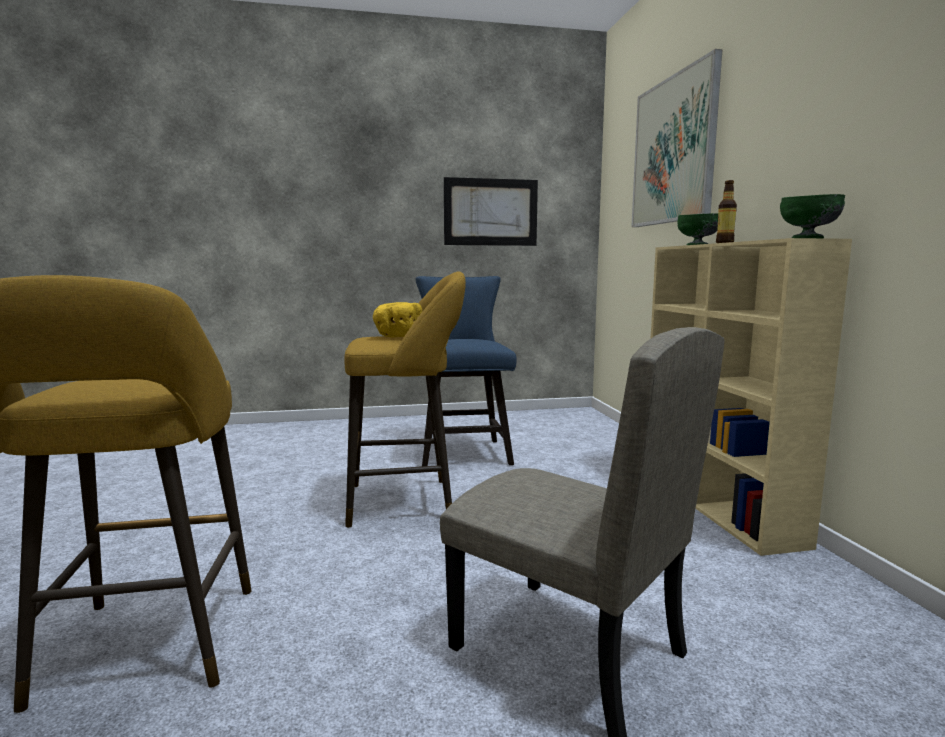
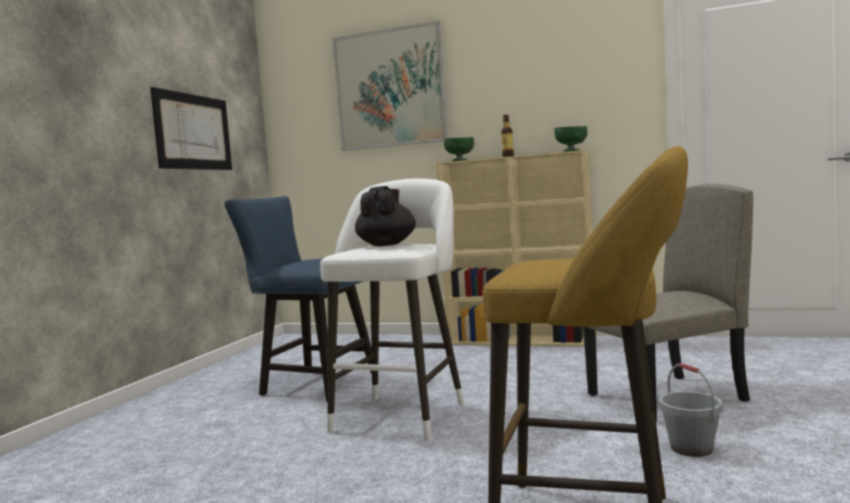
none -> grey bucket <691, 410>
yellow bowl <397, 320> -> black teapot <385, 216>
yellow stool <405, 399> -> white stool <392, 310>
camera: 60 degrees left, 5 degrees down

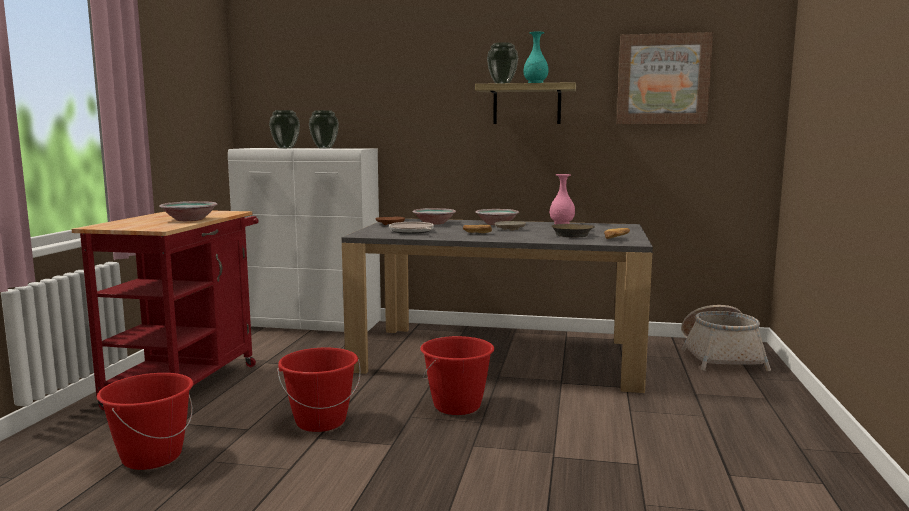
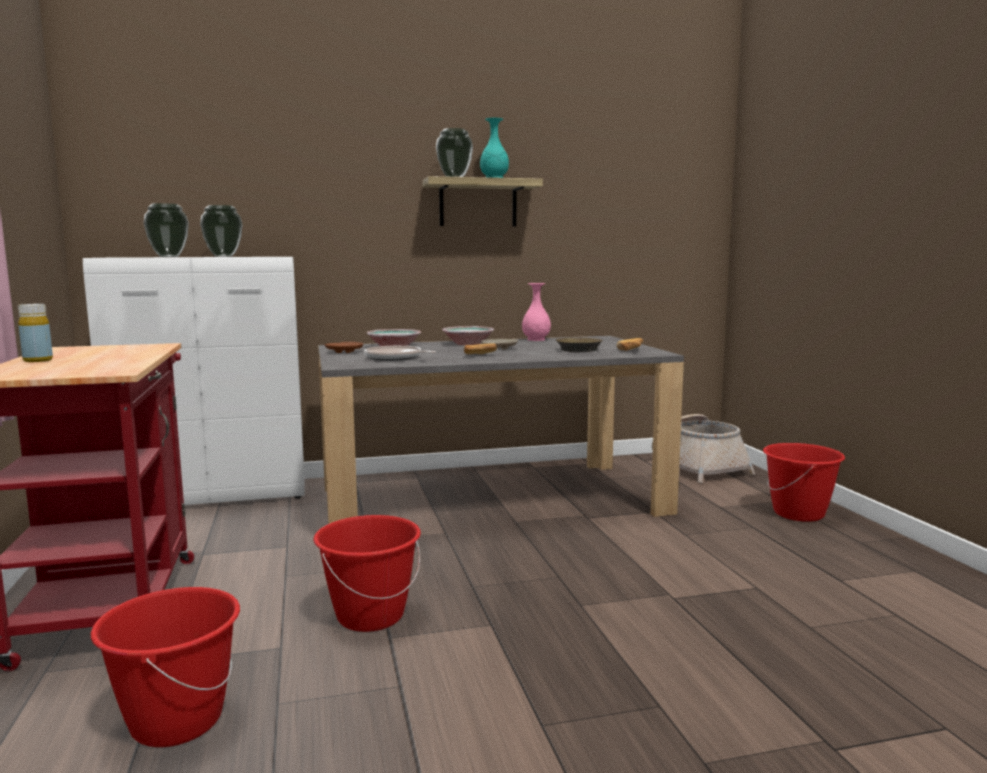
bowl <188, 211> -> none
picture <665, 78> -> none
none -> yellow bottle <35, 333>
red bucket <457, 375> -> red bucket <804, 482>, moved
camera: 25 degrees left, 0 degrees up

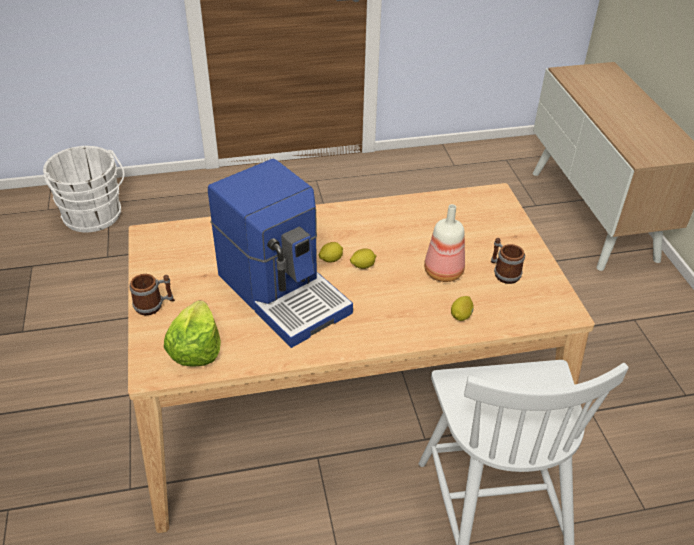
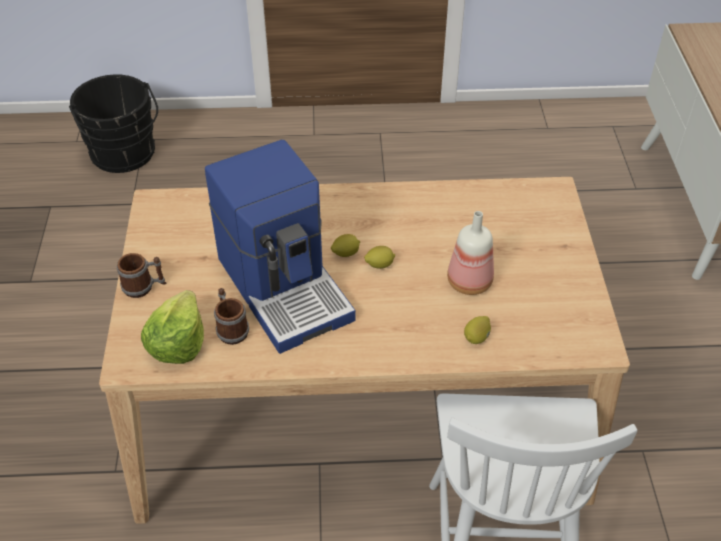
mug <508, 261> -> mug <231, 316>, moved
white bucket <84, 189> -> black bucket <113, 123>
camera: 10 degrees right, 5 degrees up

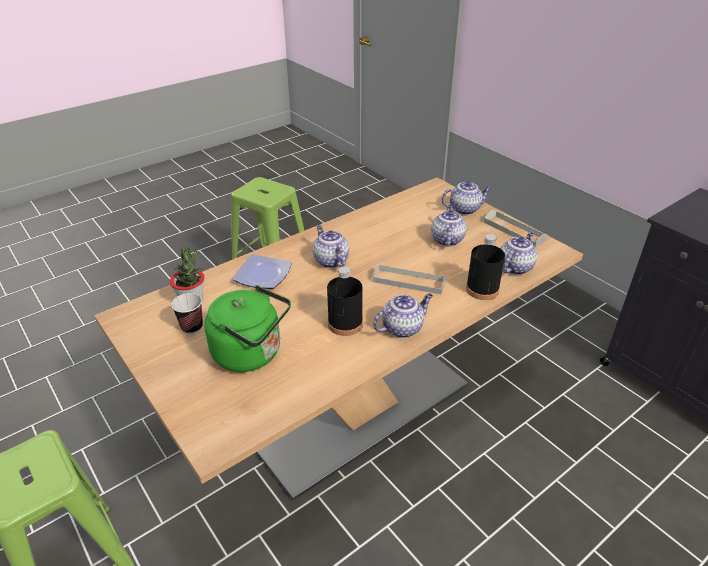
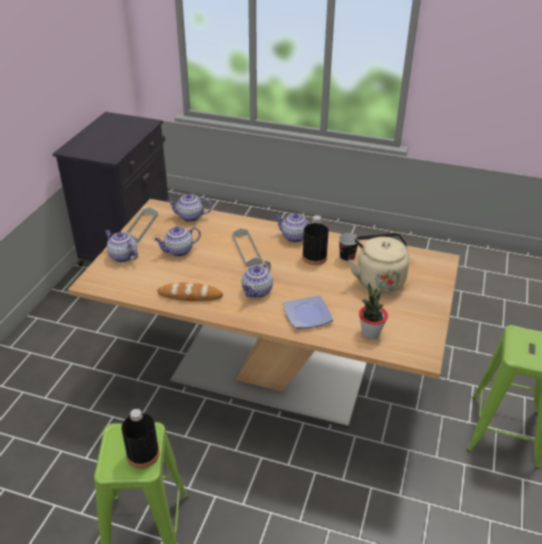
none -> bread <190, 292>
cup <187, 313> -> cup <348, 247>, moved
black bottle <485, 267> -> black bottle <140, 438>, moved
green kettle <247, 328> -> beige kettle <379, 263>
camera: 125 degrees left, 0 degrees up

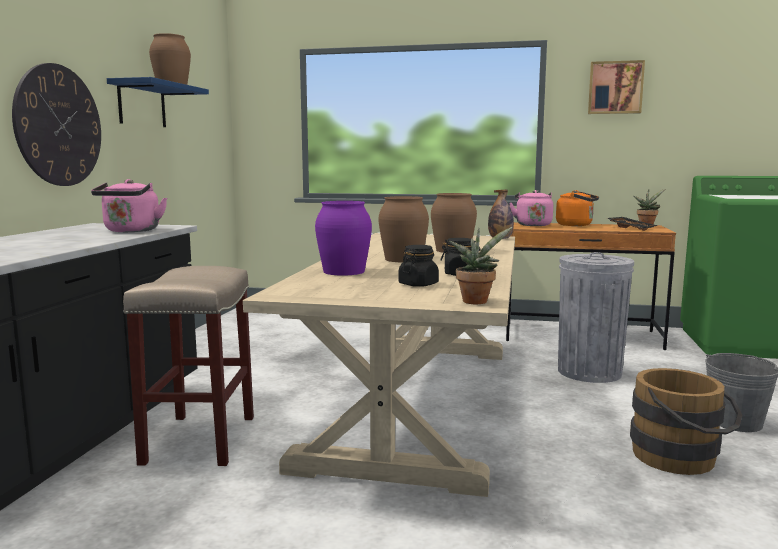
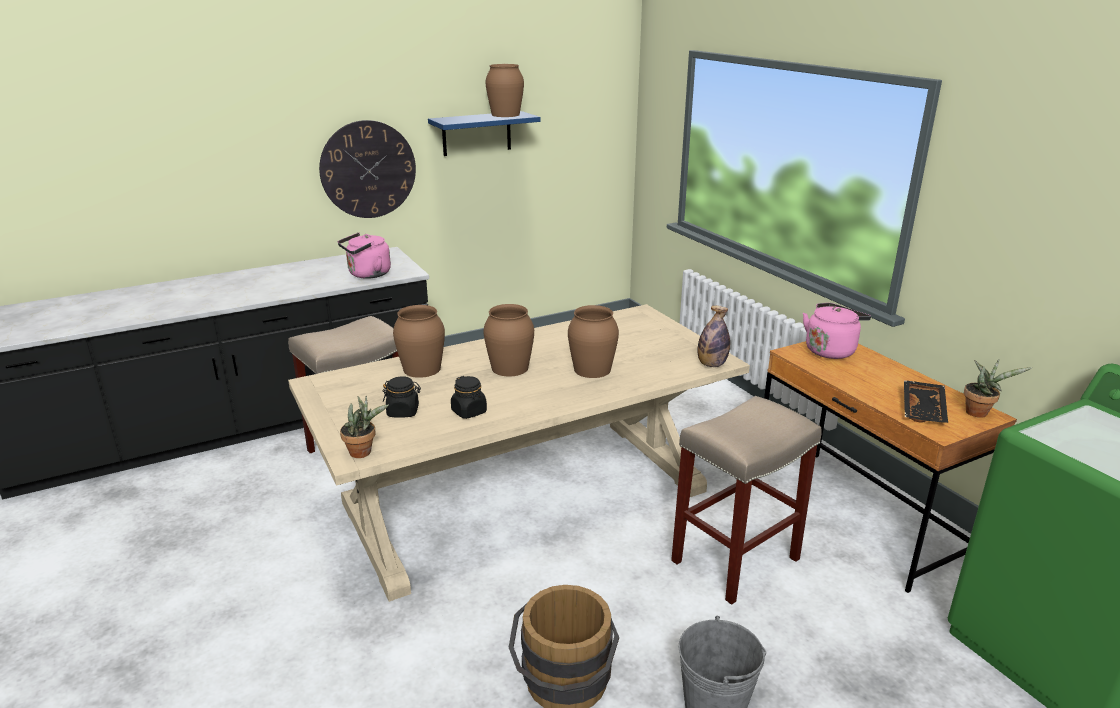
orange kettle <577, 208> -> none
picture <616, 87> -> none
grey trash can <596, 317> -> beige stool <746, 500>
purple vase <343, 238> -> brown vase <419, 341>
camera: 50 degrees right, 15 degrees up

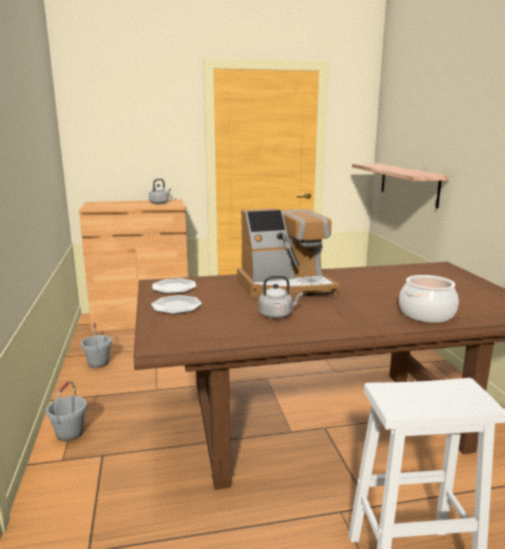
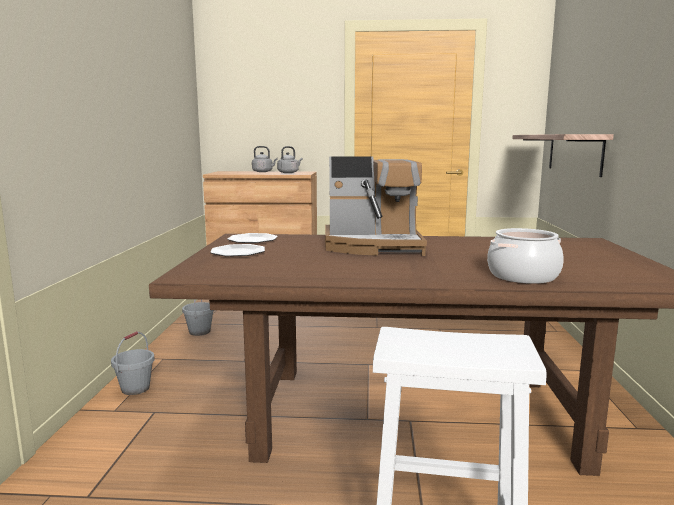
grey kettle <281, 296> -> grey kettle <265, 159>, moved
camera: 15 degrees right, 5 degrees down

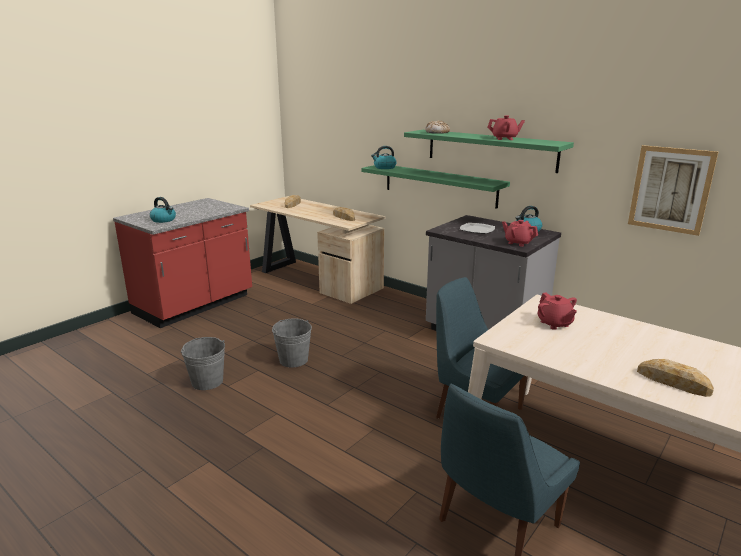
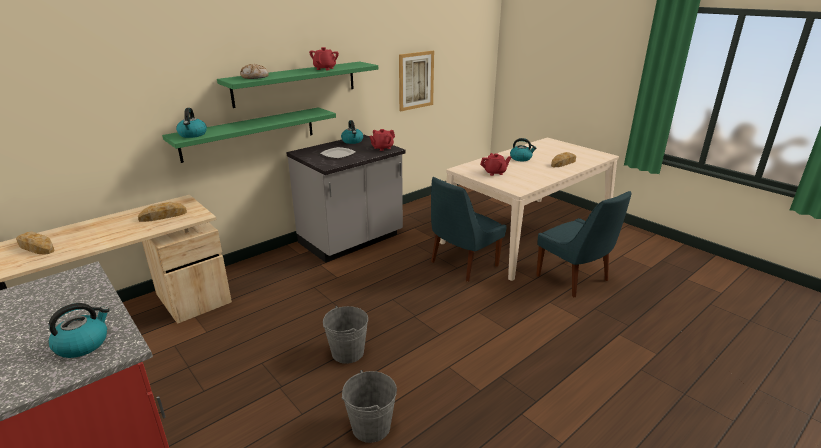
none -> kettle <523, 149>
camera: 80 degrees left, 5 degrees up

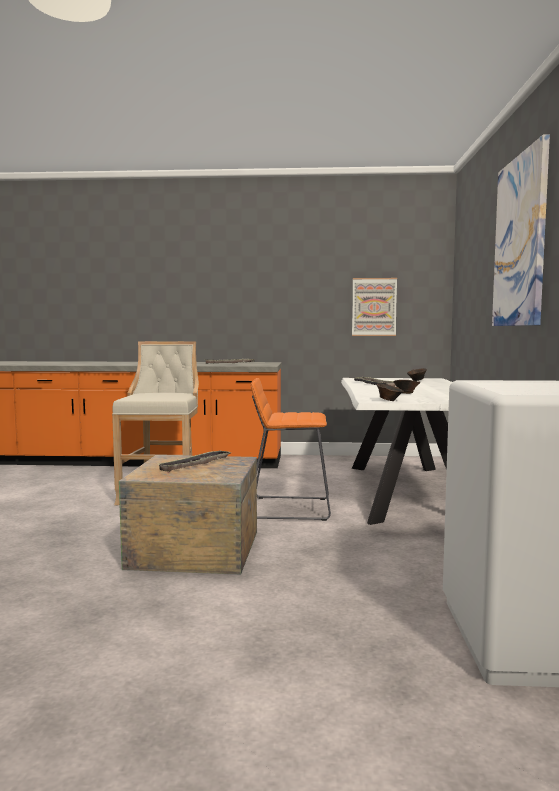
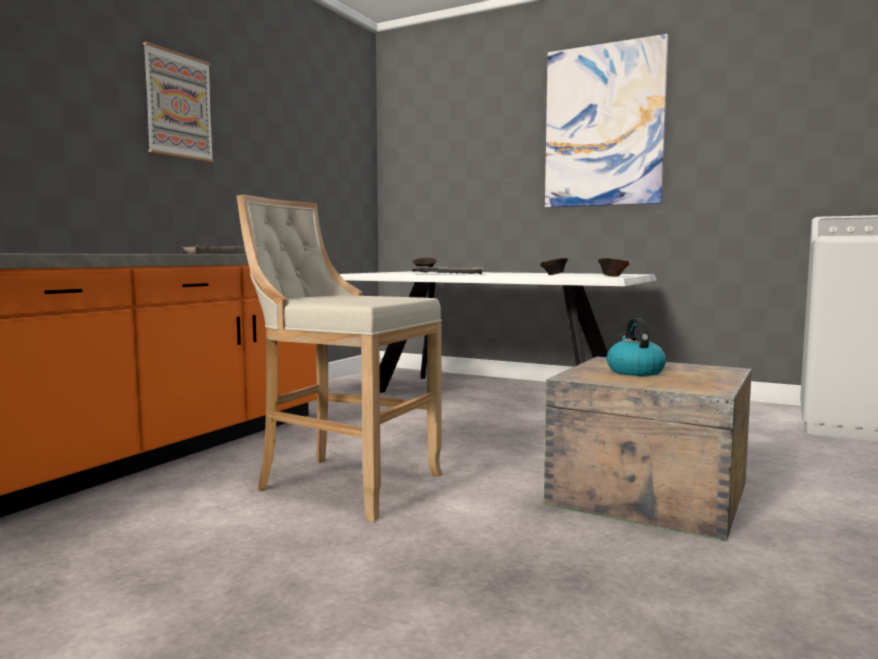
orange stool <291, 449> -> none
picture <374, 307> -> picture <178, 102>, moved
tray <195, 461> -> kettle <636, 347>
camera: 65 degrees left, 0 degrees up

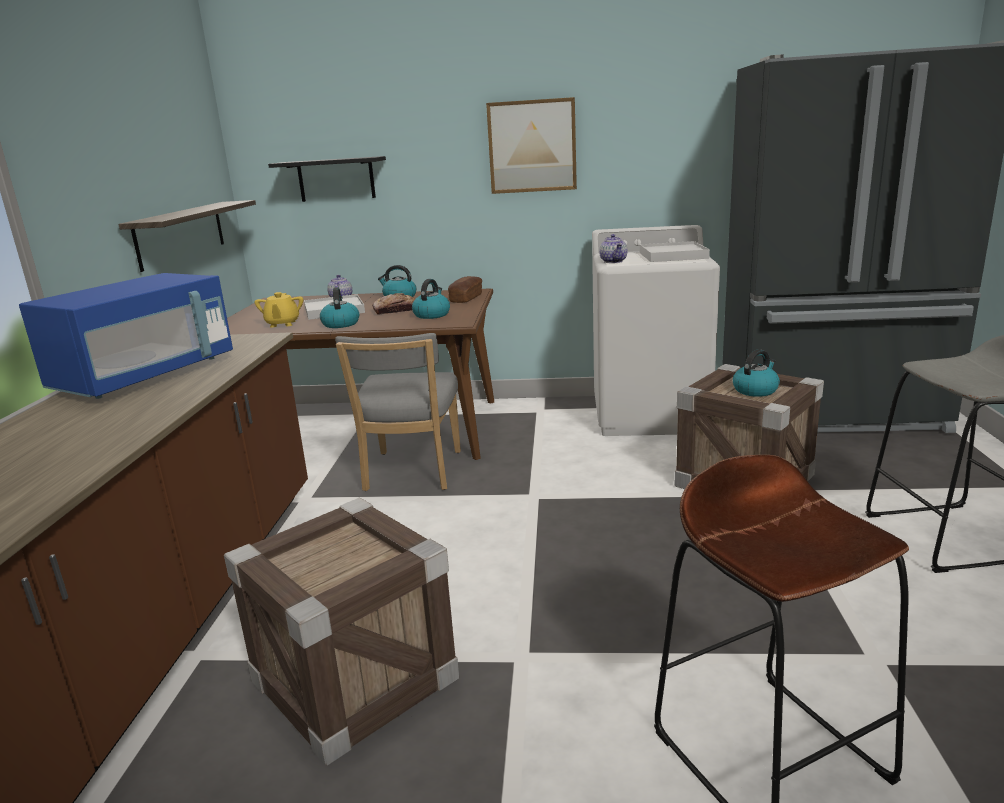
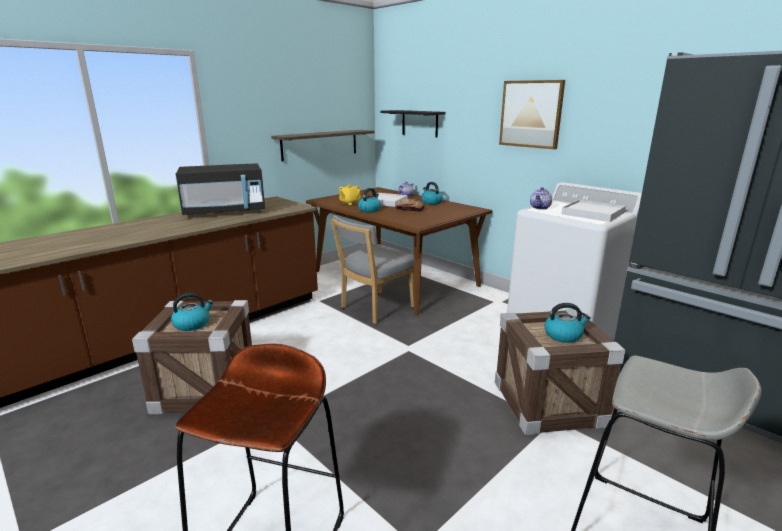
bread <465, 289> -> none
kettle <431, 299> -> kettle <192, 312>, moved
blue microwave <126, 336> -> black microwave <220, 190>
camera: 40 degrees right, 0 degrees up

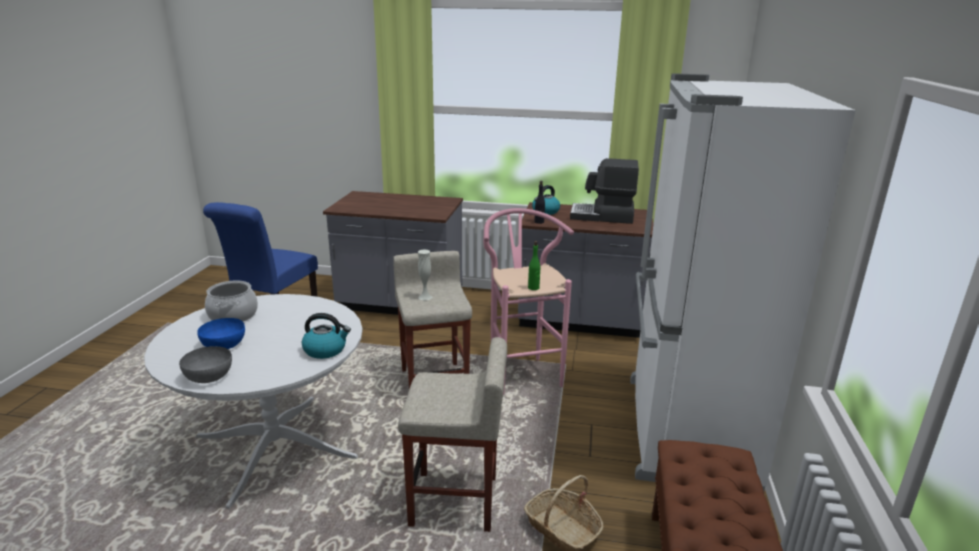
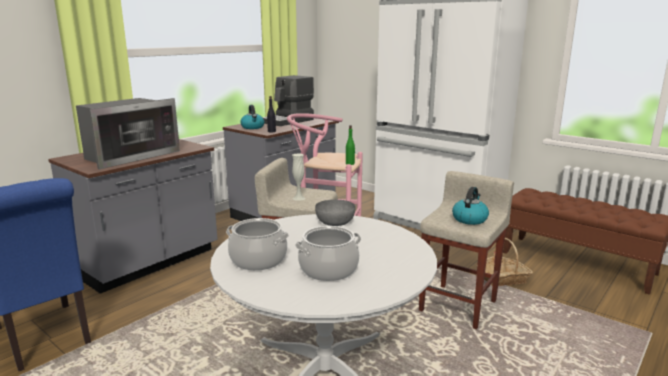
none -> microwave <128, 133>
grey bowl <205, 364> -> grey bowl <335, 213>, moved
kettle <326, 336> -> kettle <470, 206>, moved
blue bowl <221, 333> -> cooking pot <328, 253>
camera: 60 degrees left, 5 degrees down

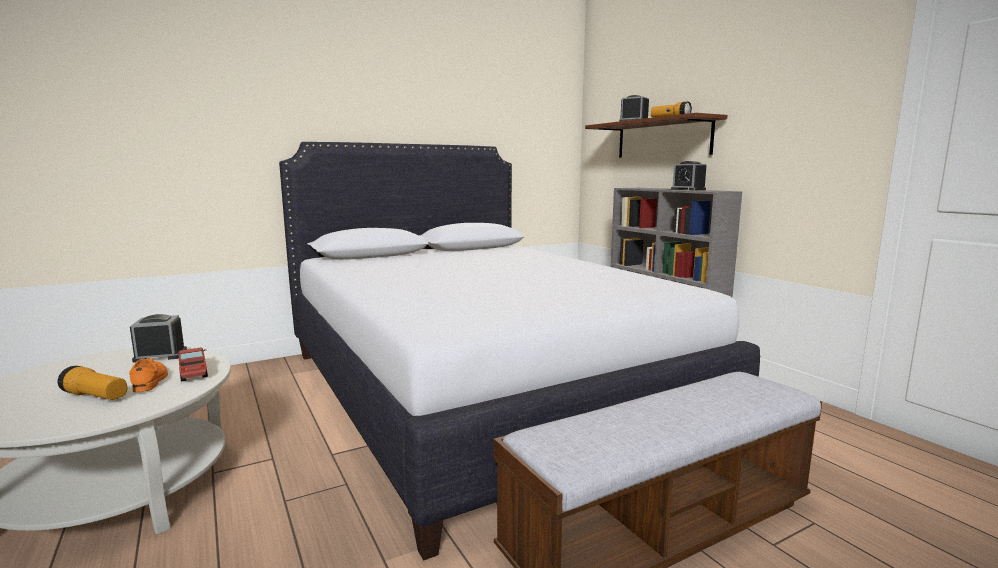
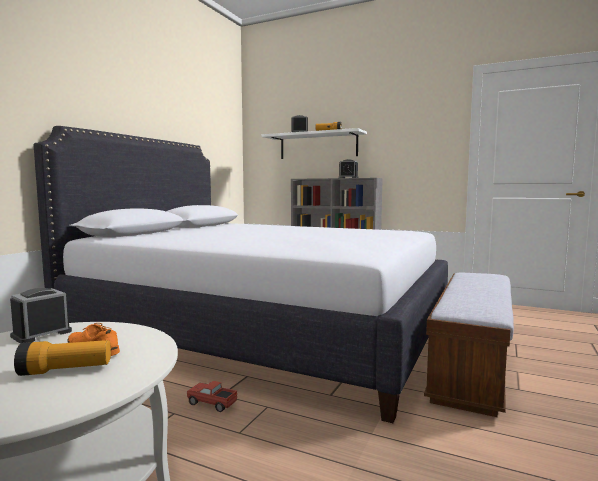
toy truck <191, 364> -> toy truck <212, 396>, moved
brown shelf <656, 135> -> white shelf <314, 143>
camera: 35 degrees left, 5 degrees down

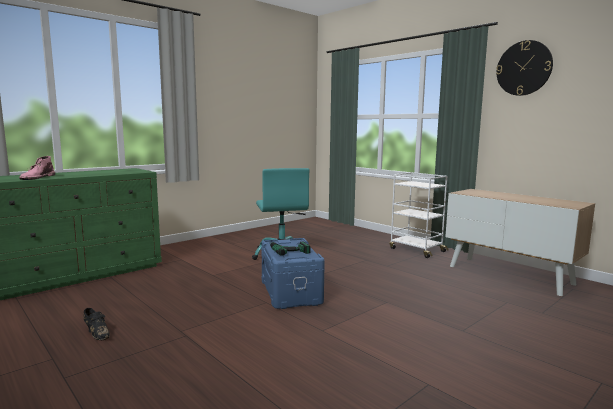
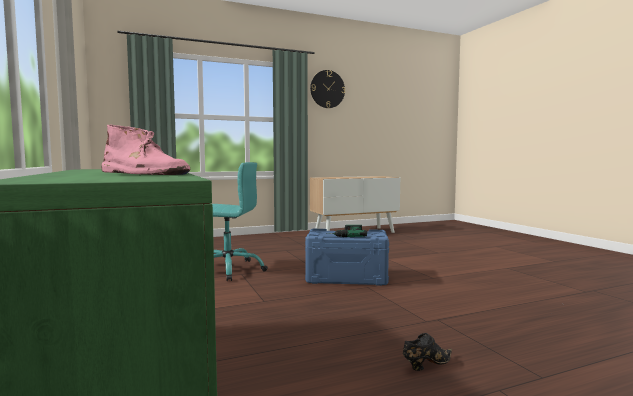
white cart <419, 215> -> none
camera: 70 degrees left, 5 degrees down

